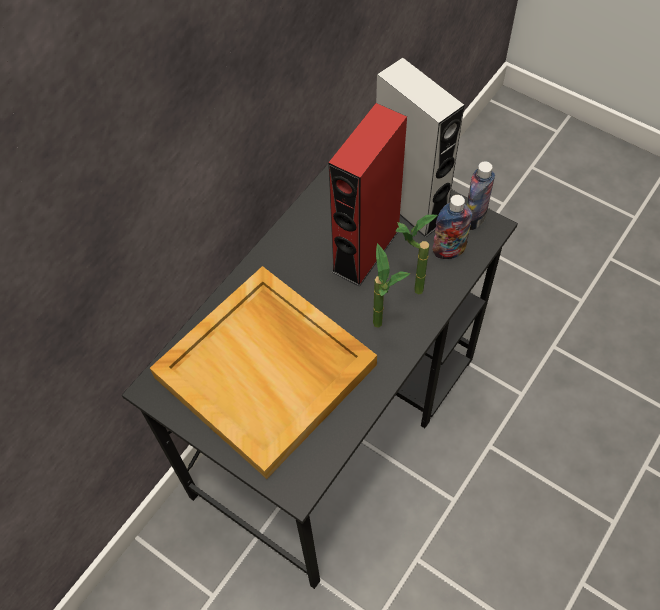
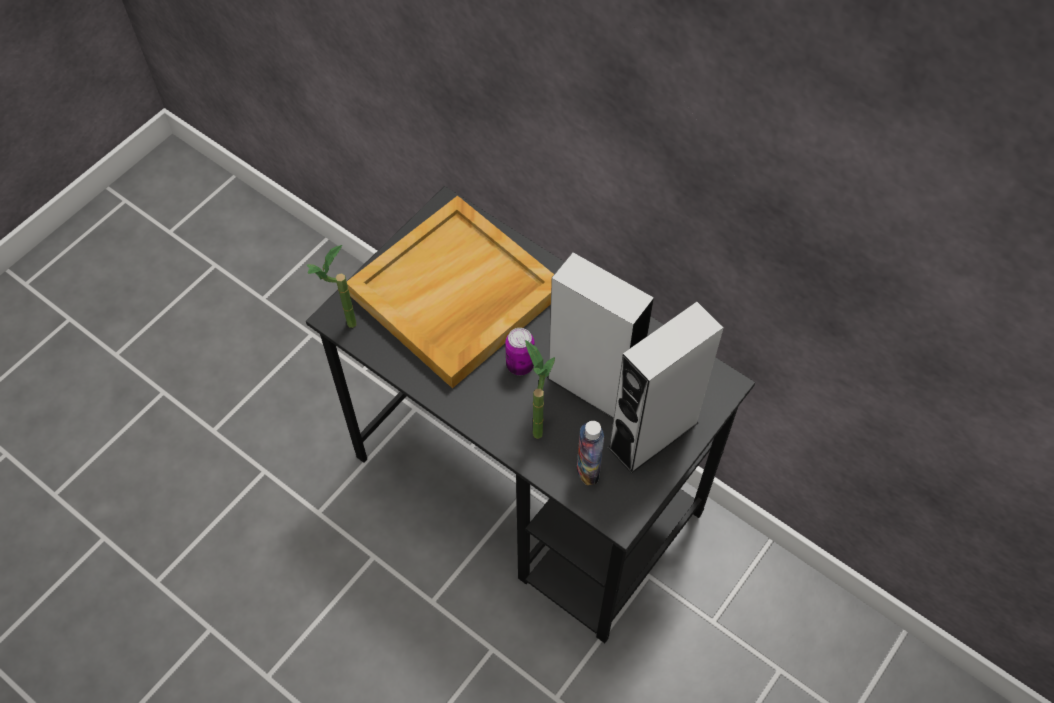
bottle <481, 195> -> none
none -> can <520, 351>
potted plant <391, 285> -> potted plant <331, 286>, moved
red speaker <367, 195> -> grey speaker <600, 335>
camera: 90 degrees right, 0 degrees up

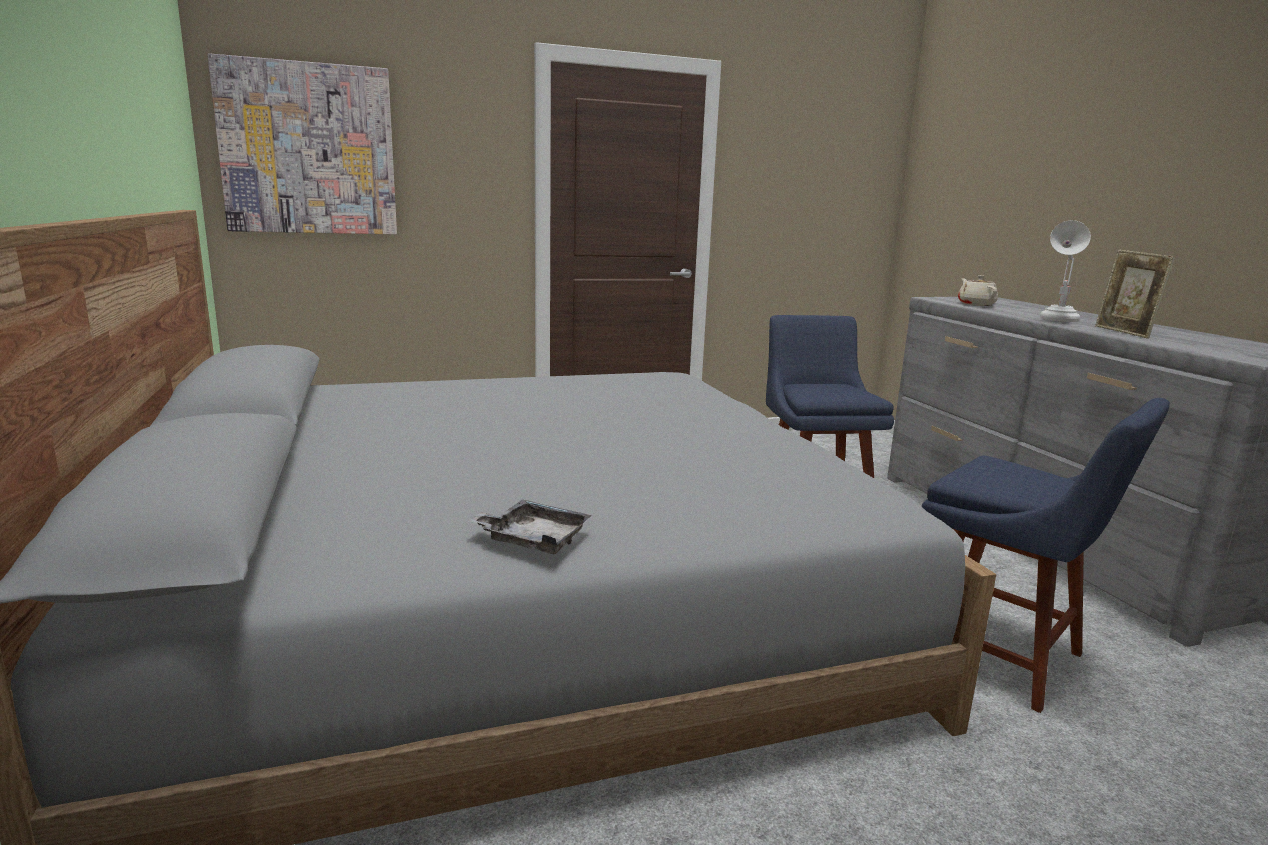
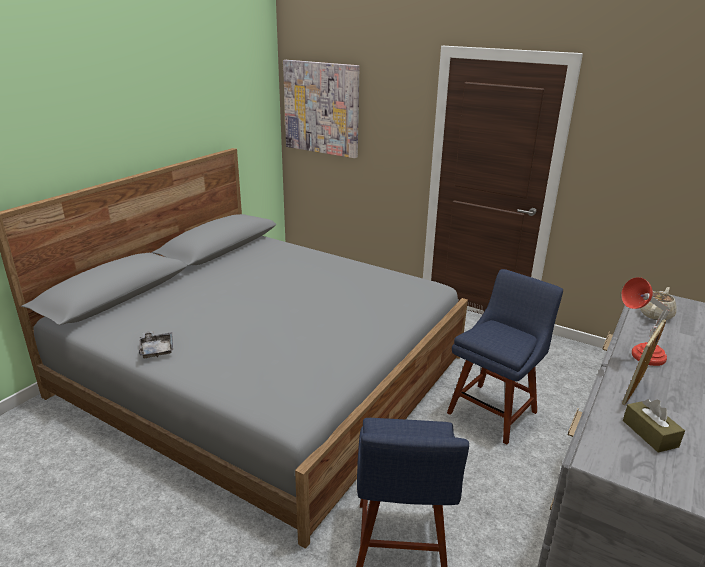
none -> brown tissue box <654, 426>
white table lamp <1065, 271> -> red table lamp <645, 321>
camera: 50 degrees right, 10 degrees up

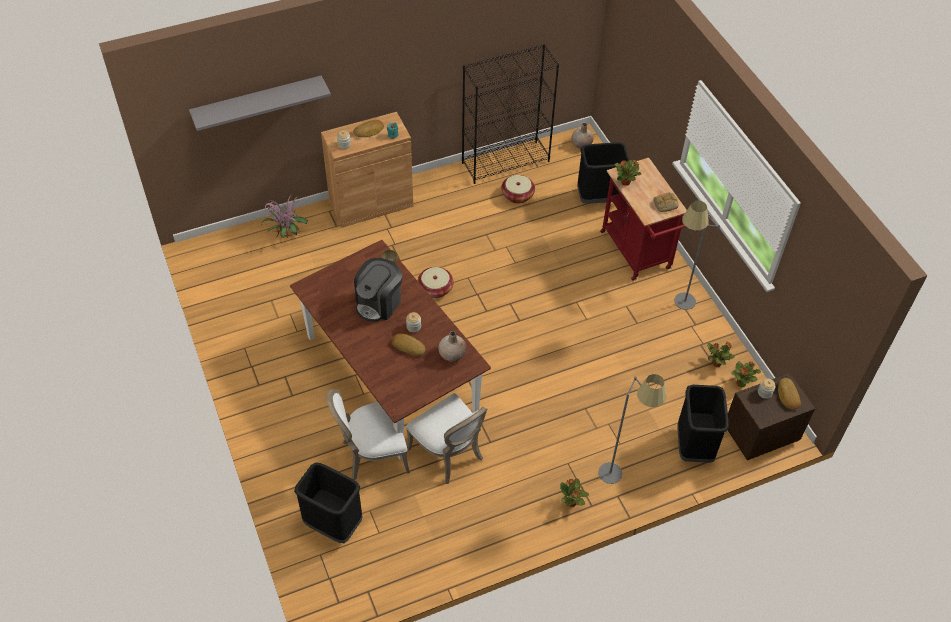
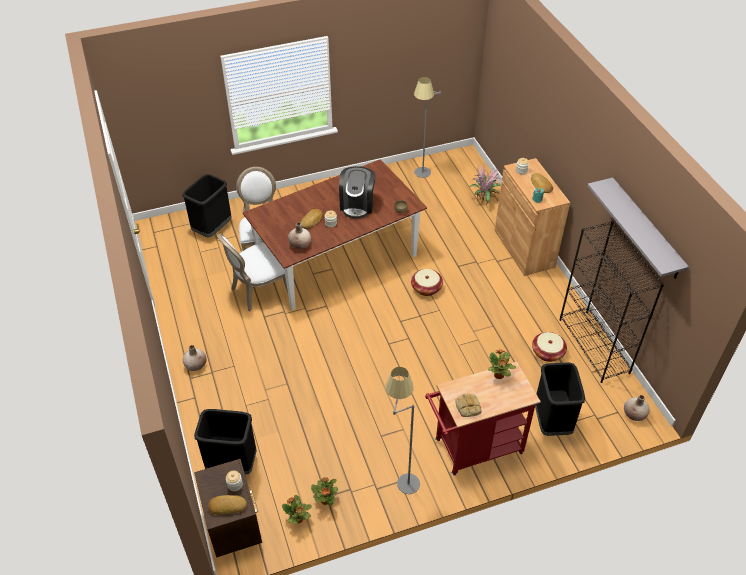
grey shelf <260, 103> -> grey shelf <638, 228>, moved
grey floor lamp <632, 429> -> grey floor lamp <427, 127>, moved
potted plant <574, 492> -> beige vase <195, 358>
coffee machine <378, 290> -> coffee machine <357, 192>, 120 degrees counterclockwise
camera: 95 degrees right, 5 degrees down

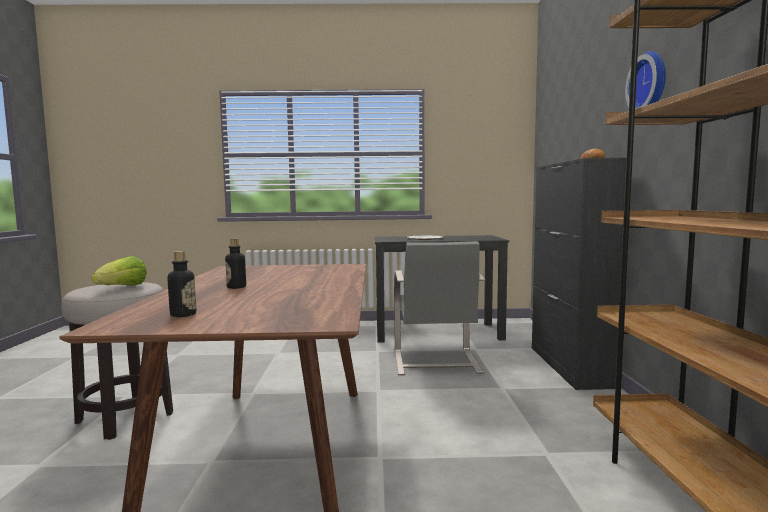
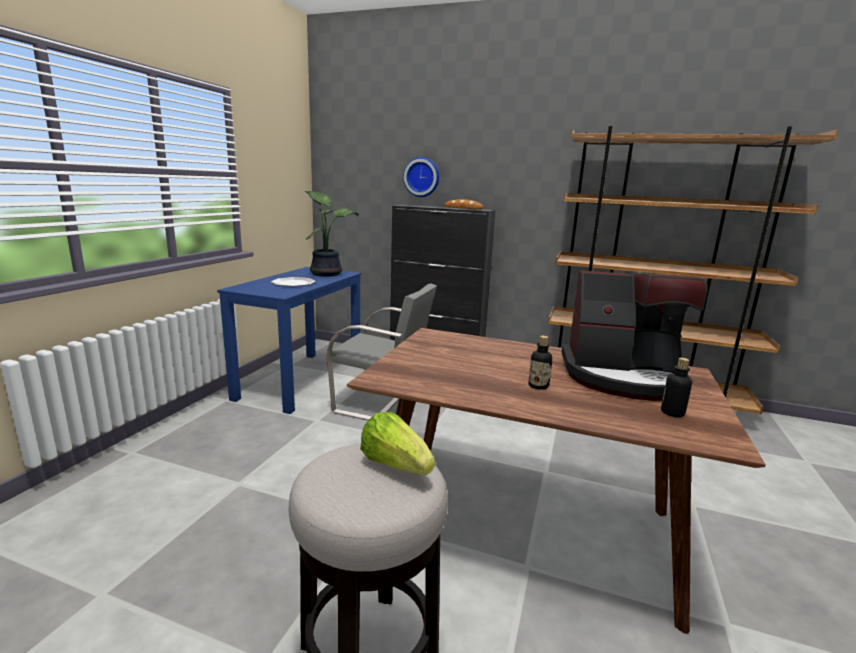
none -> potted plant <332, 234>
none -> coffee machine <634, 335>
wall clock <645, 80> -> wall clock <421, 177>, moved
black desk <442, 289> -> blue desk <289, 340>
camera: 70 degrees left, 10 degrees up

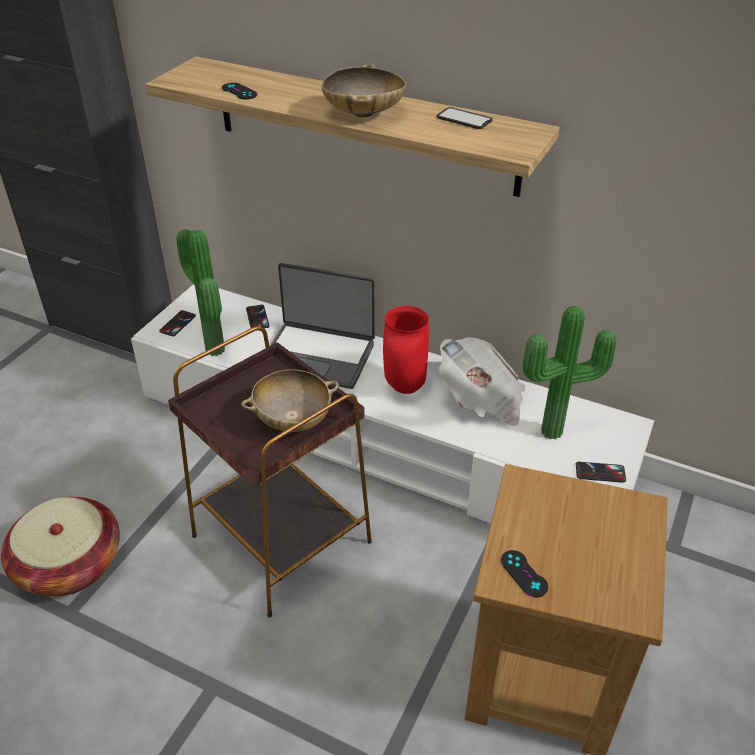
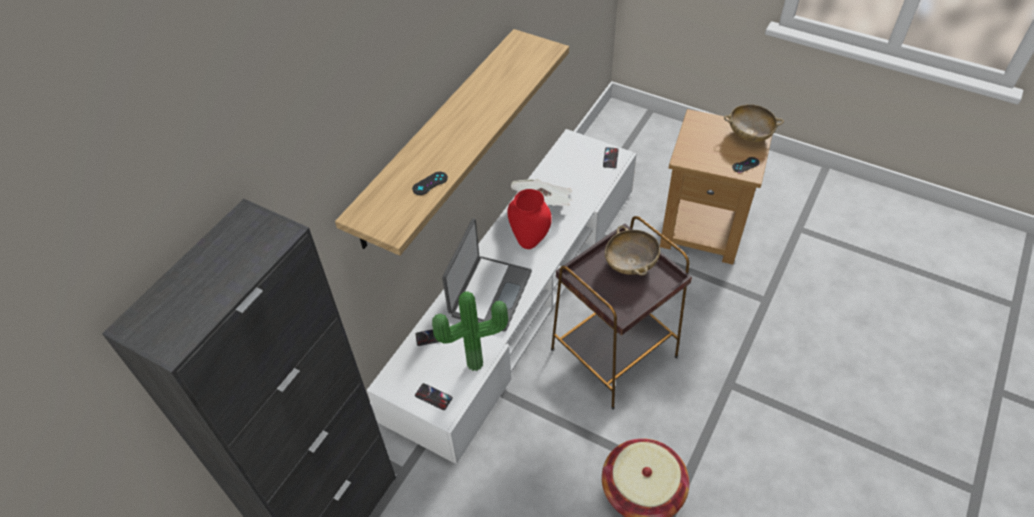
phone <465, 118> -> none
potted plant <570, 373> -> none
beige bowl <364, 90> -> beige bowl <754, 123>, moved
camera: 85 degrees left, 10 degrees up

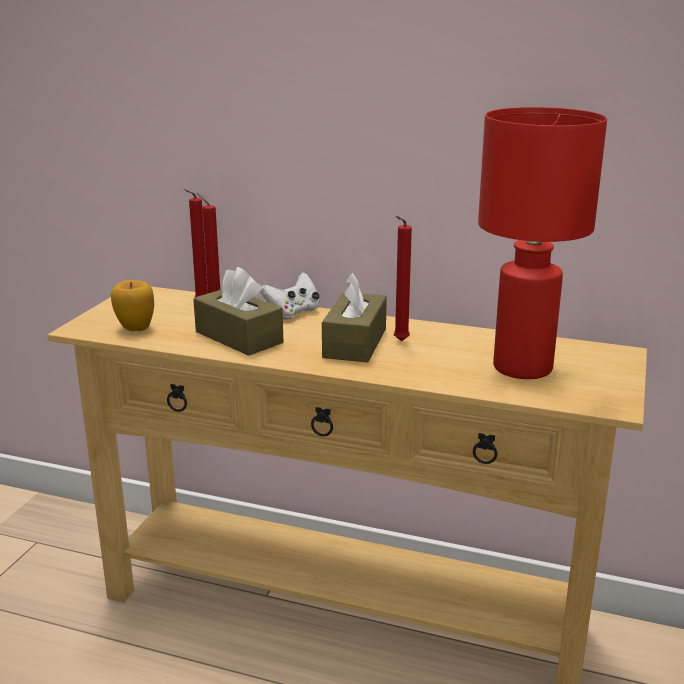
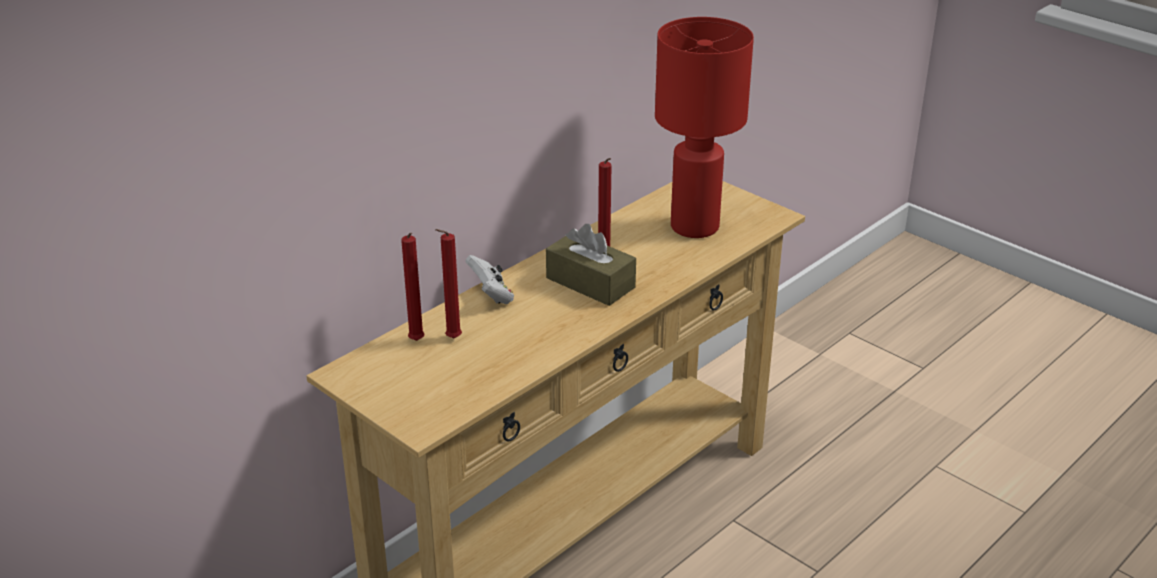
apple <132, 305> -> none
brown tissue box <238, 311> -> none
camera: 65 degrees left, 10 degrees up

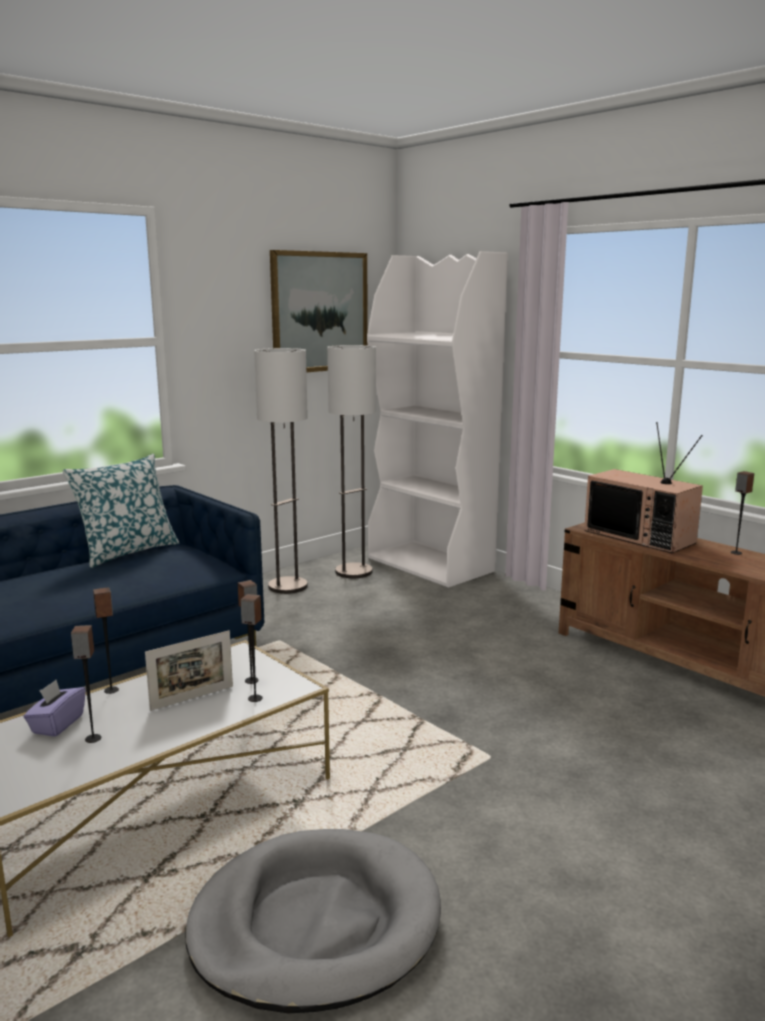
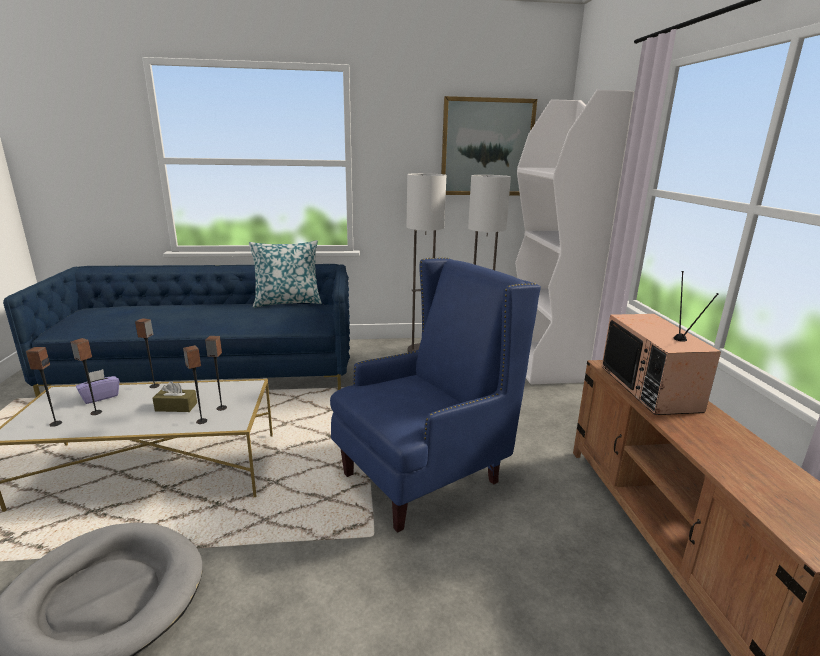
none -> blue armchair <435, 395>
speaker <742, 513> -> speaker <44, 387>, moved
picture frame <189, 671> -> brown tissue box <174, 396>
camera: 35 degrees right, 5 degrees up

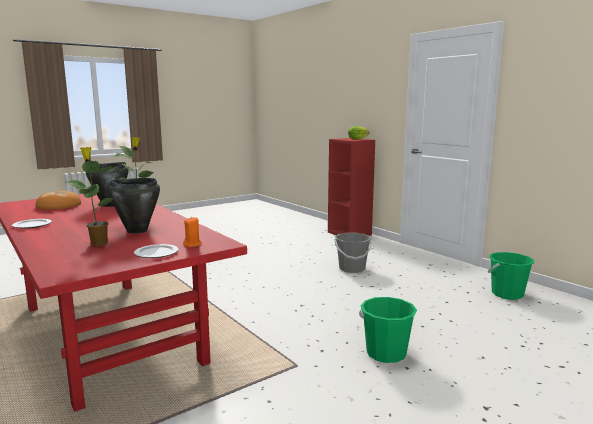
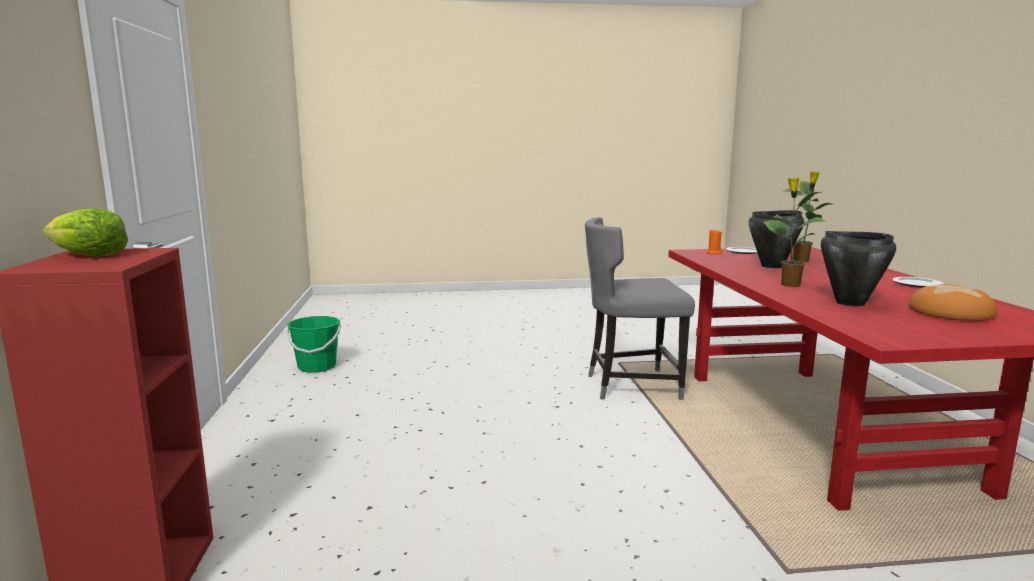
grey bucket <353, 253> -> none
green bucket <388, 330> -> none
none -> grey chair <640, 308>
camera: 150 degrees left, 0 degrees up

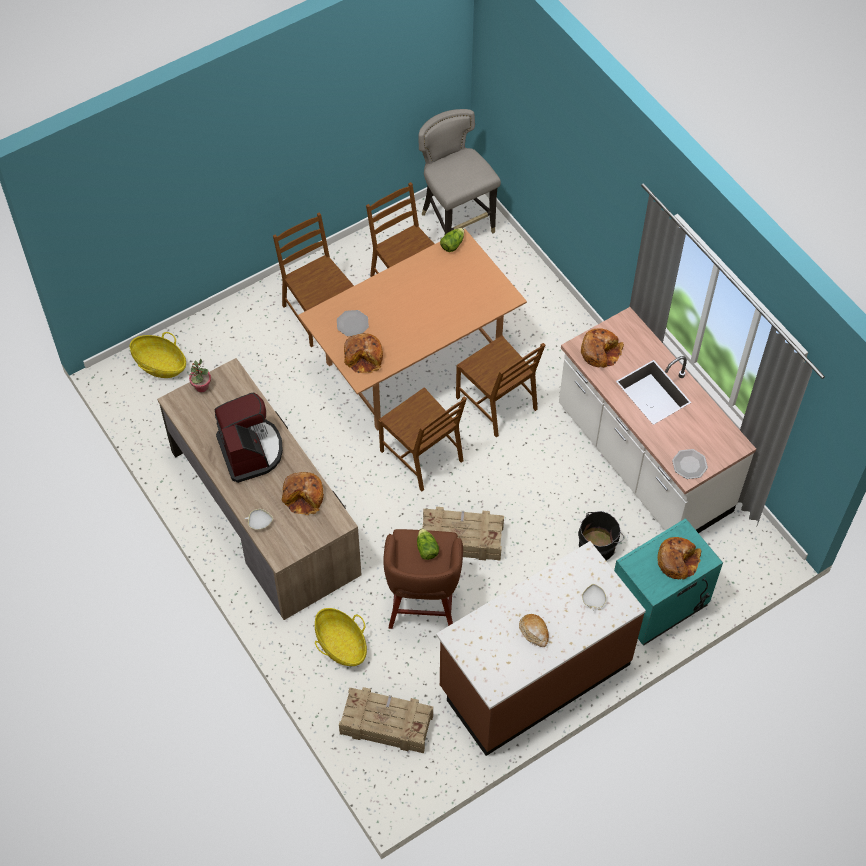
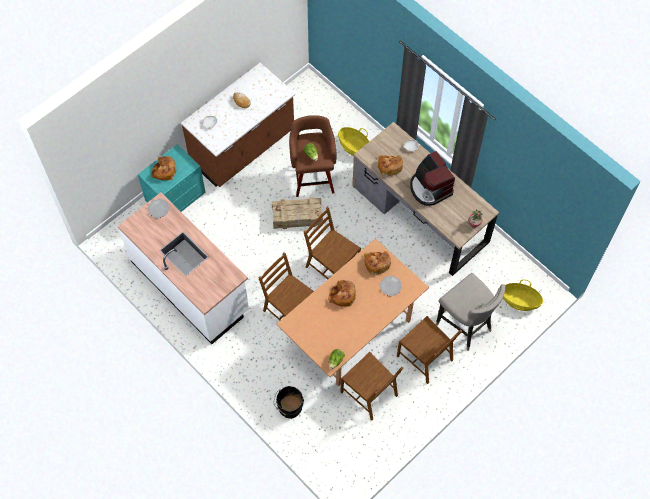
crate <386, 720> -> none
grey stool <460, 171> -> grey stool <470, 312>, moved
black bucket <601, 535> -> black bucket <289, 402>, moved
bread <602, 348> -> bread <342, 293>, moved
camera: 170 degrees right, 5 degrees up

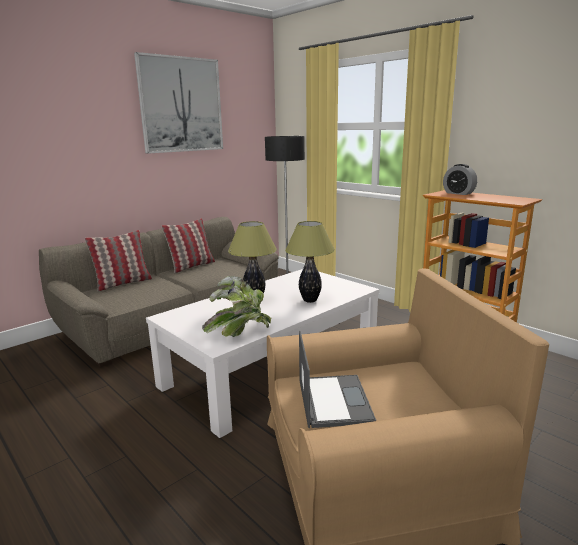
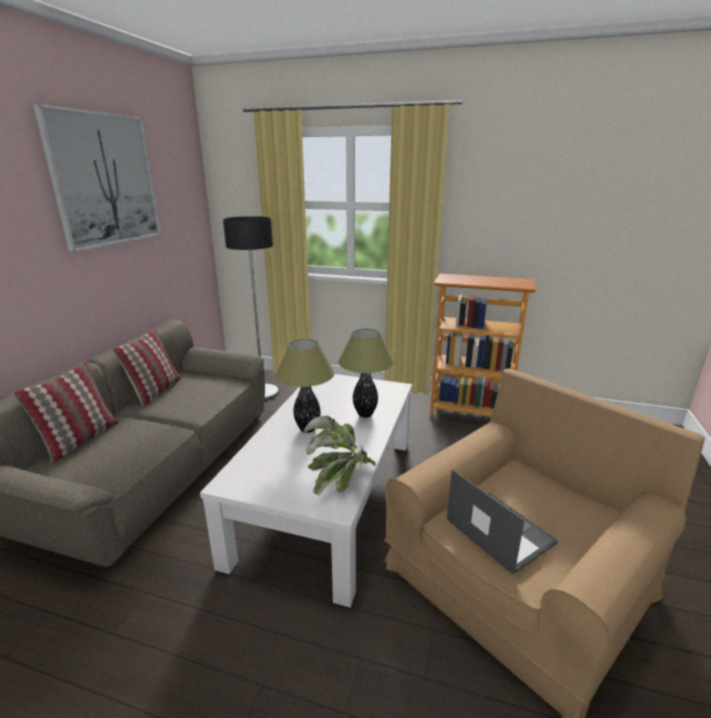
alarm clock <460, 179> -> none
camera: 30 degrees left, 5 degrees up

